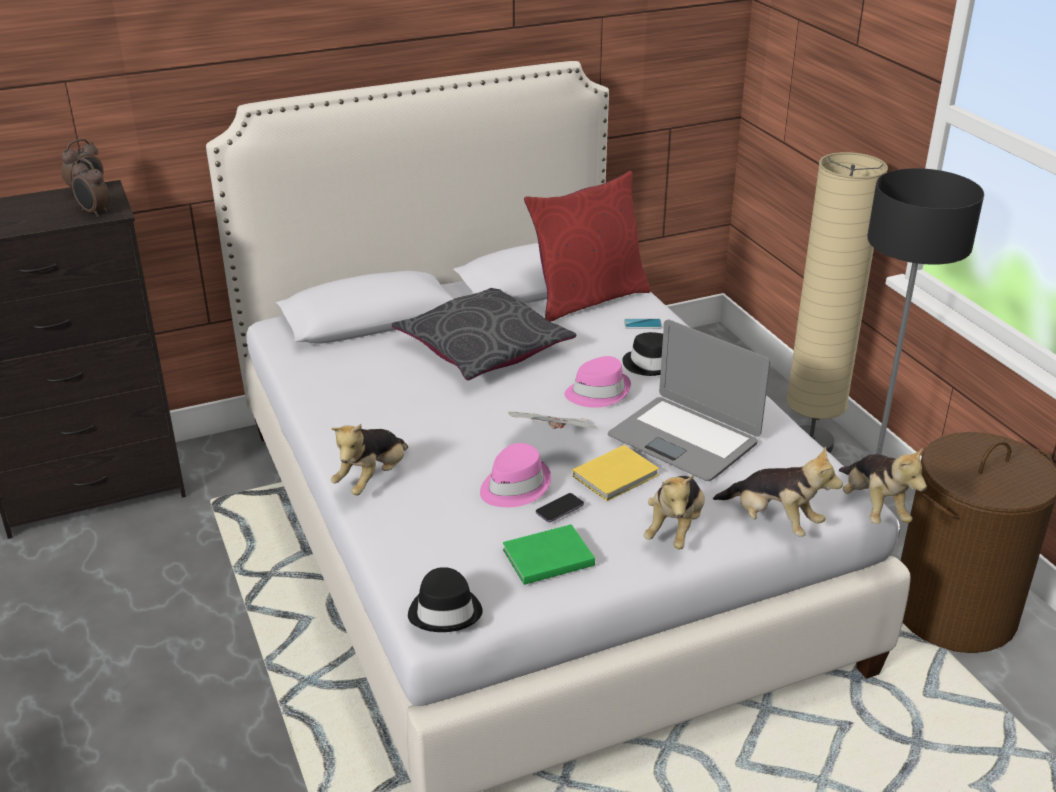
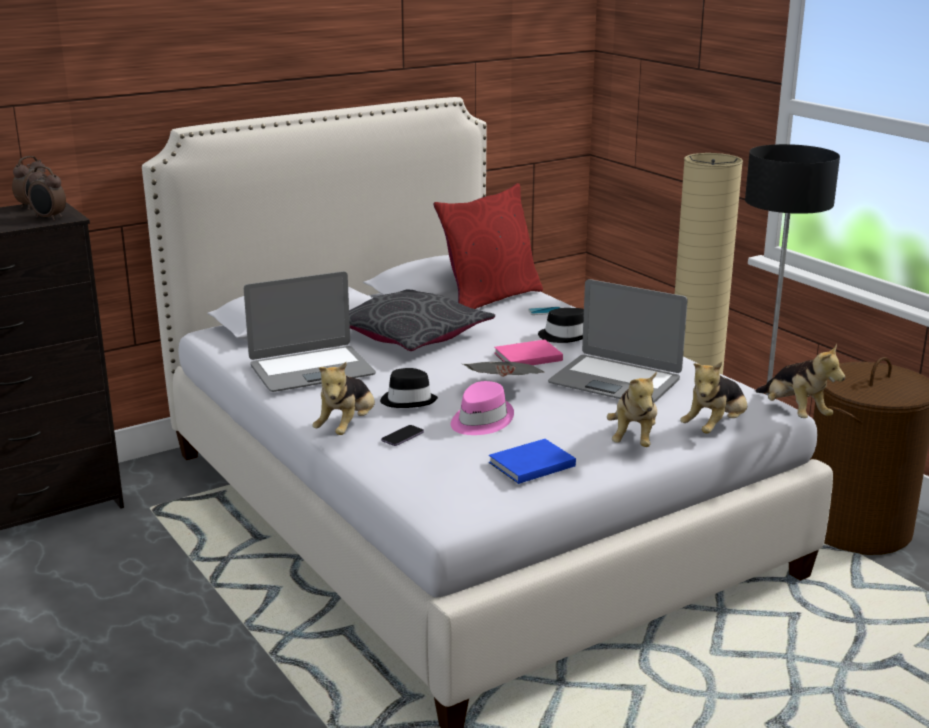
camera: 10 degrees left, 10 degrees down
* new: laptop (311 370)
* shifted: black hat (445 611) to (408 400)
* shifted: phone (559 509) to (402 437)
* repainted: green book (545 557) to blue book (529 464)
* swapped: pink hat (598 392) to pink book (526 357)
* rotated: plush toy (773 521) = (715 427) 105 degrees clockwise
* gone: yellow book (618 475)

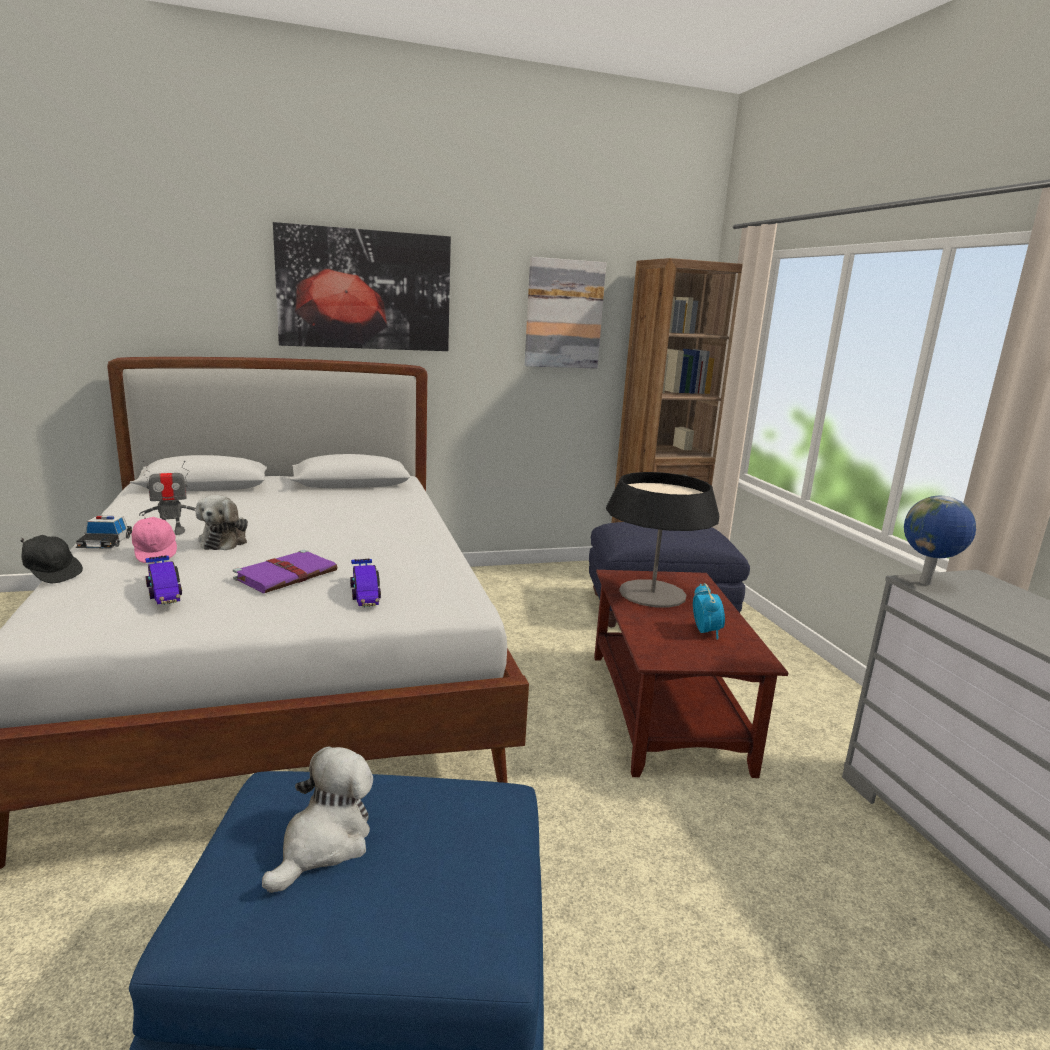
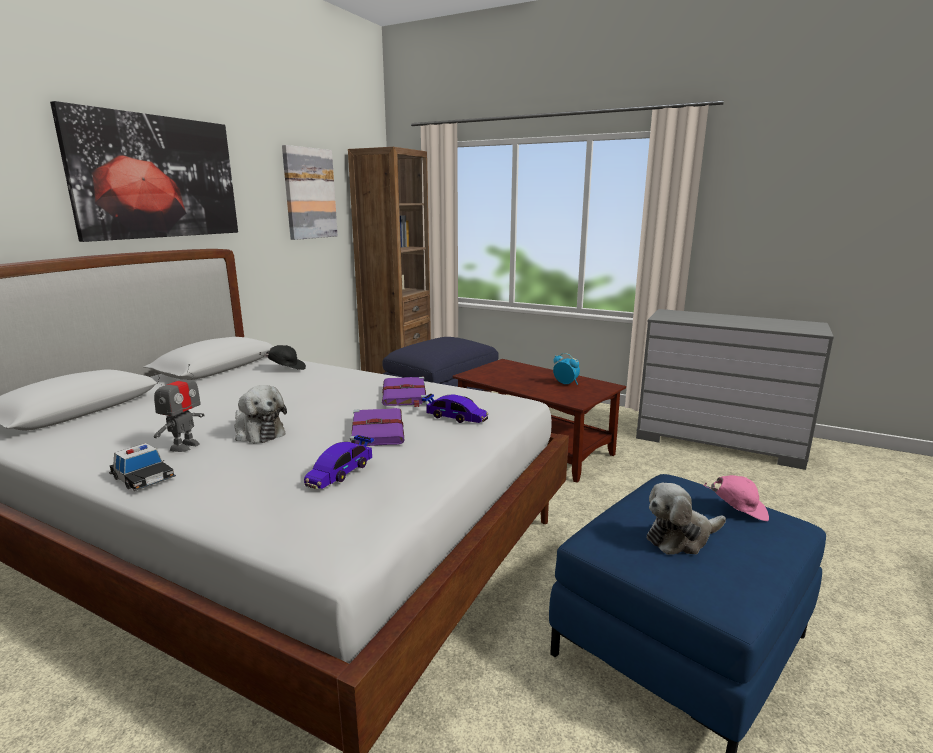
camera: 45 degrees left, 0 degrees up
* shifted: black cap (52 573) to (286 368)
* rotated: toy car (164 591) = (341 472) 105 degrees clockwise
* new: purple book (404 394)
* rotated: plush toy (324 843) = (680 538) 90 degrees counterclockwise
* shifted: pink cap (155 553) to (737 510)
* gone: table lamp (652 593)
* gone: globe (926 583)

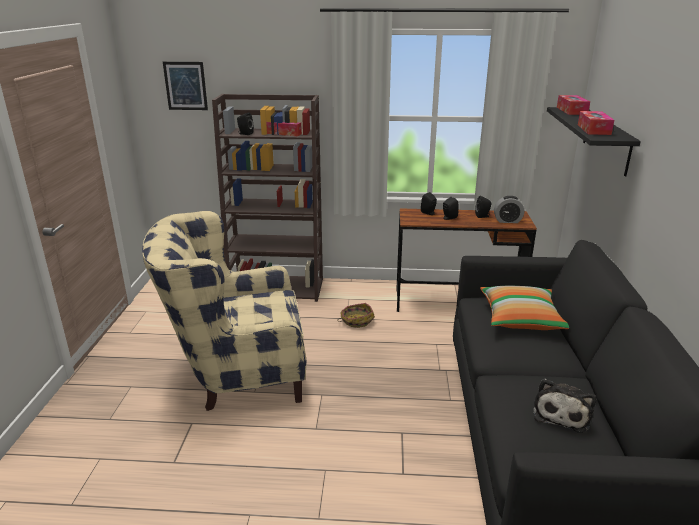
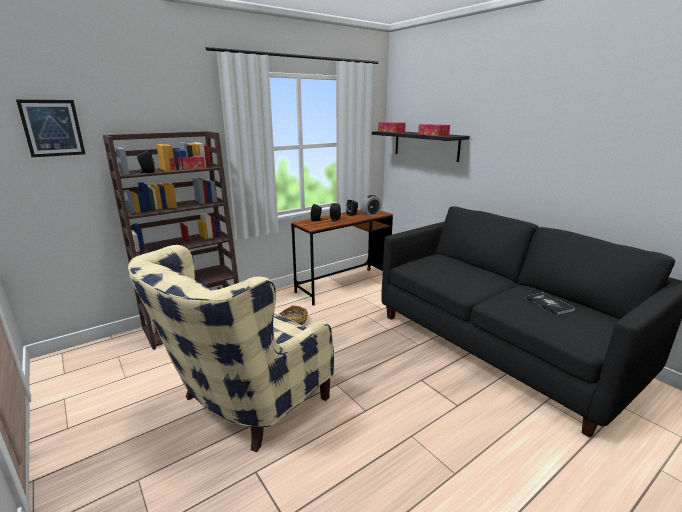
camera: 40 degrees left, 5 degrees down
* swapped: plush toy (562 413) to book (549 304)
* gone: pillow (521 319)

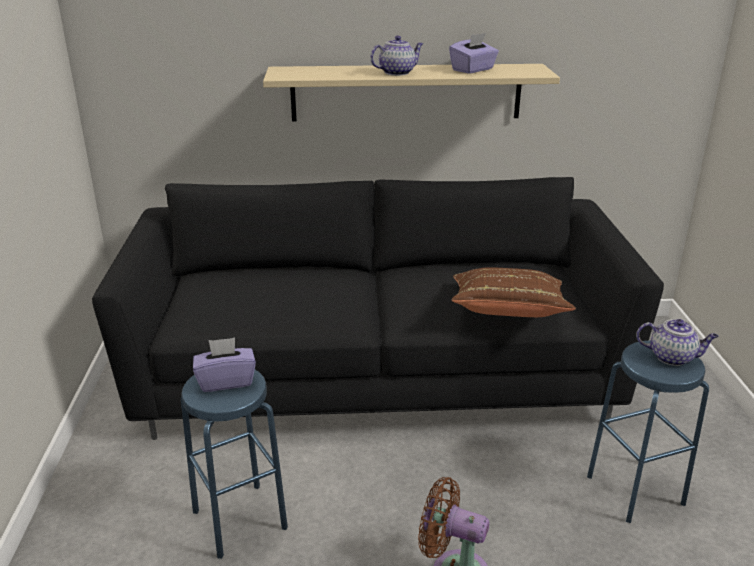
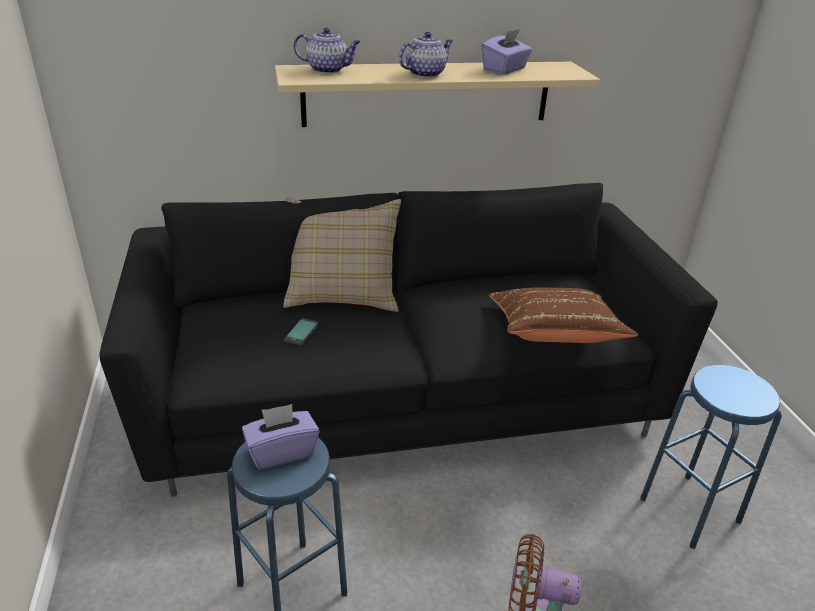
camera: 10 degrees left, 5 degrees up
* new: beige pillow (343 294)
* new: phone (301 332)
* shifted: teapot (672 357) to (328 70)

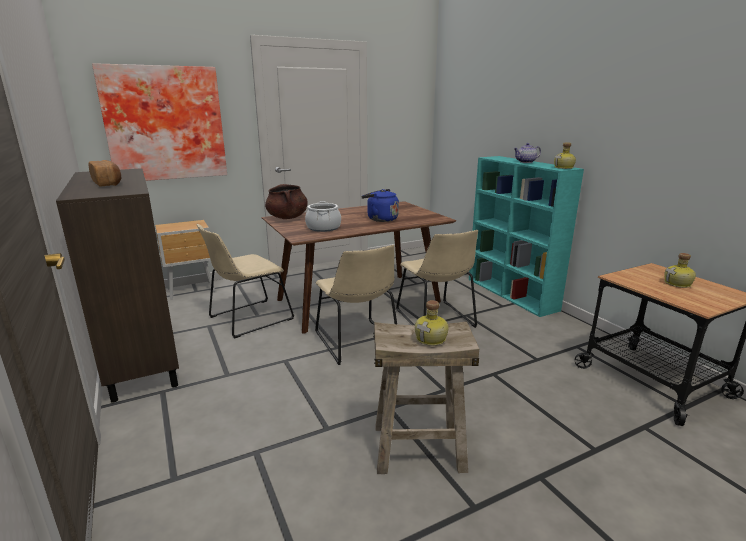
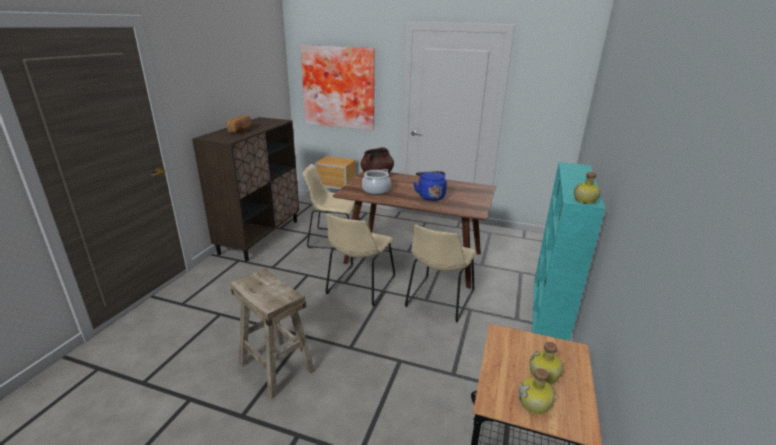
camera: 45 degrees right, 5 degrees up
* shifted: bottle (432 339) to (535 403)
* gone: teapot (526 162)

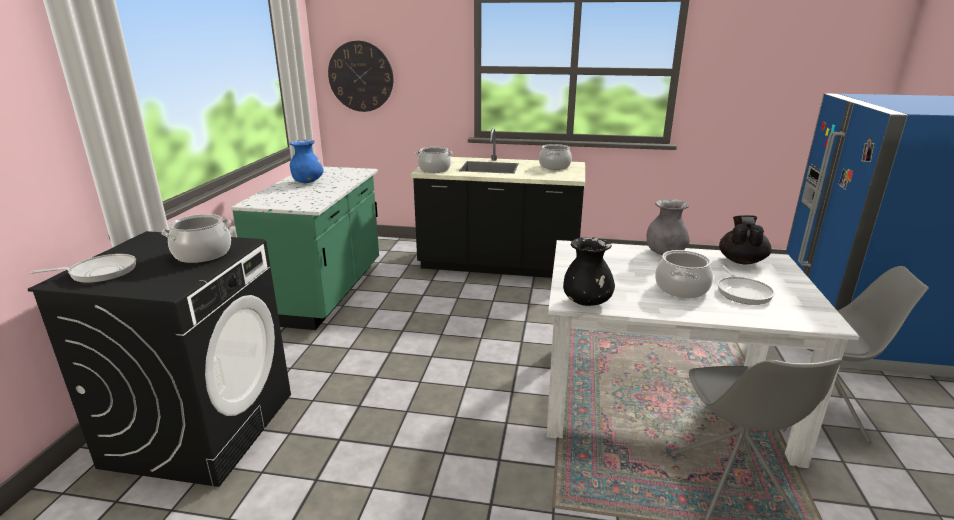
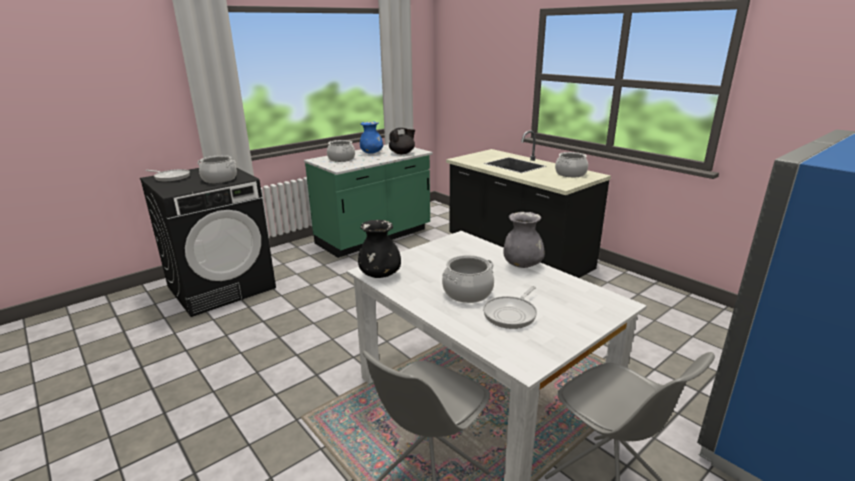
camera: 40 degrees right, 0 degrees up
* shifted: cooking pot (434 169) to (341 159)
* shifted: black teapot (741 260) to (402 153)
* gone: wall clock (360 76)

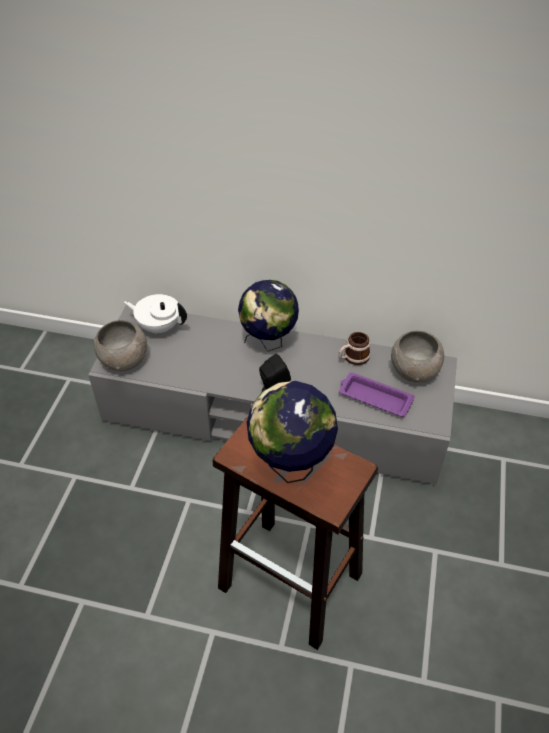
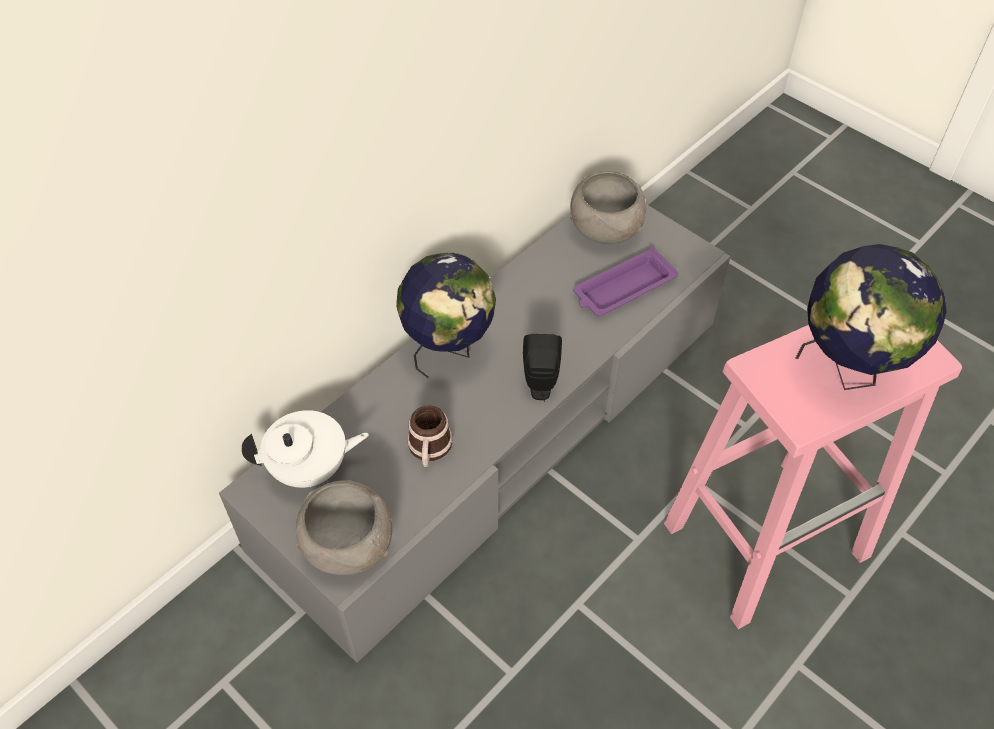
camera: 60 degrees left, 5 degrees up
* rotated: white teapot (159 326) = (310 469) 150 degrees counterclockwise
* shifted: mug (353 358) to (429 449)
* repainted: brown stool (292 581) to pink stool (768 538)

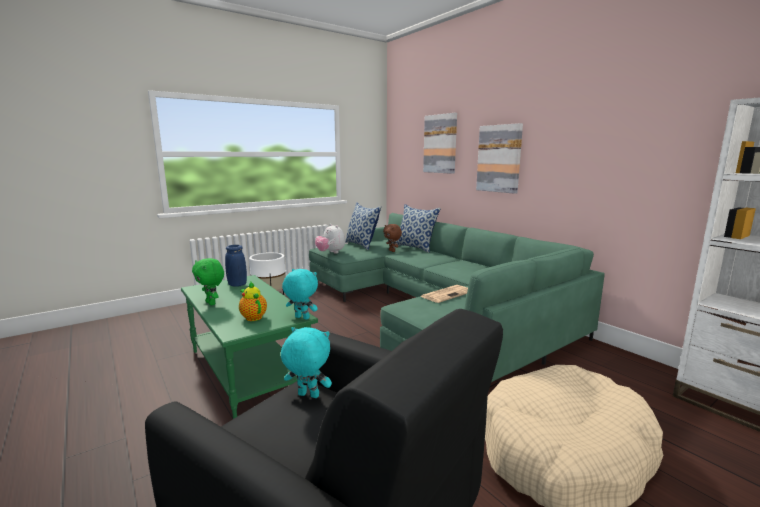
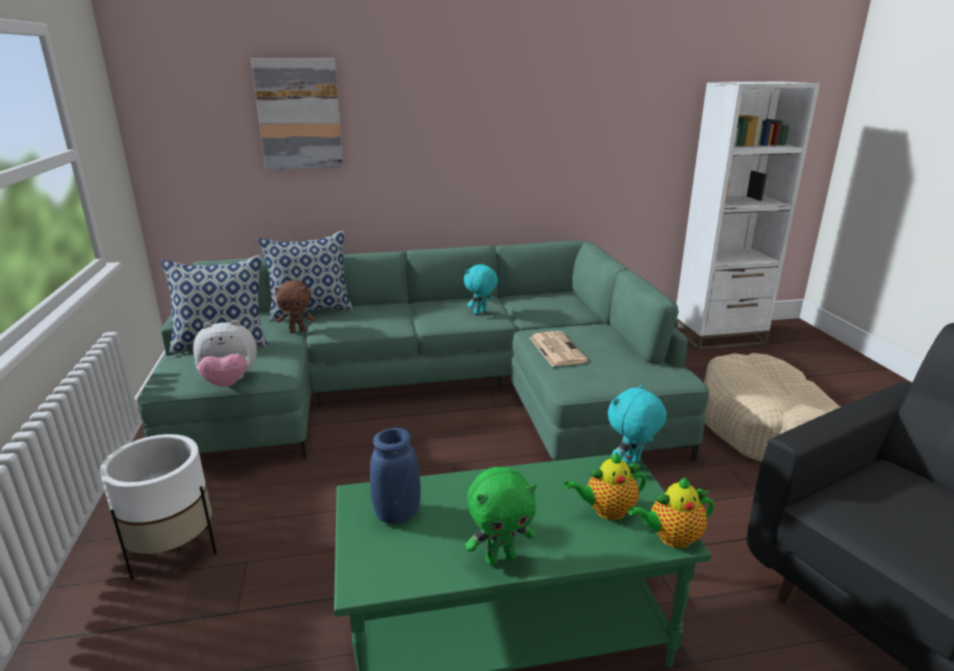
camera: 65 degrees left, 10 degrees up
* shifted: turquoise plush toy (307 396) to (480 312)
* new: teapot (671 538)
* gone: picture (499 158)

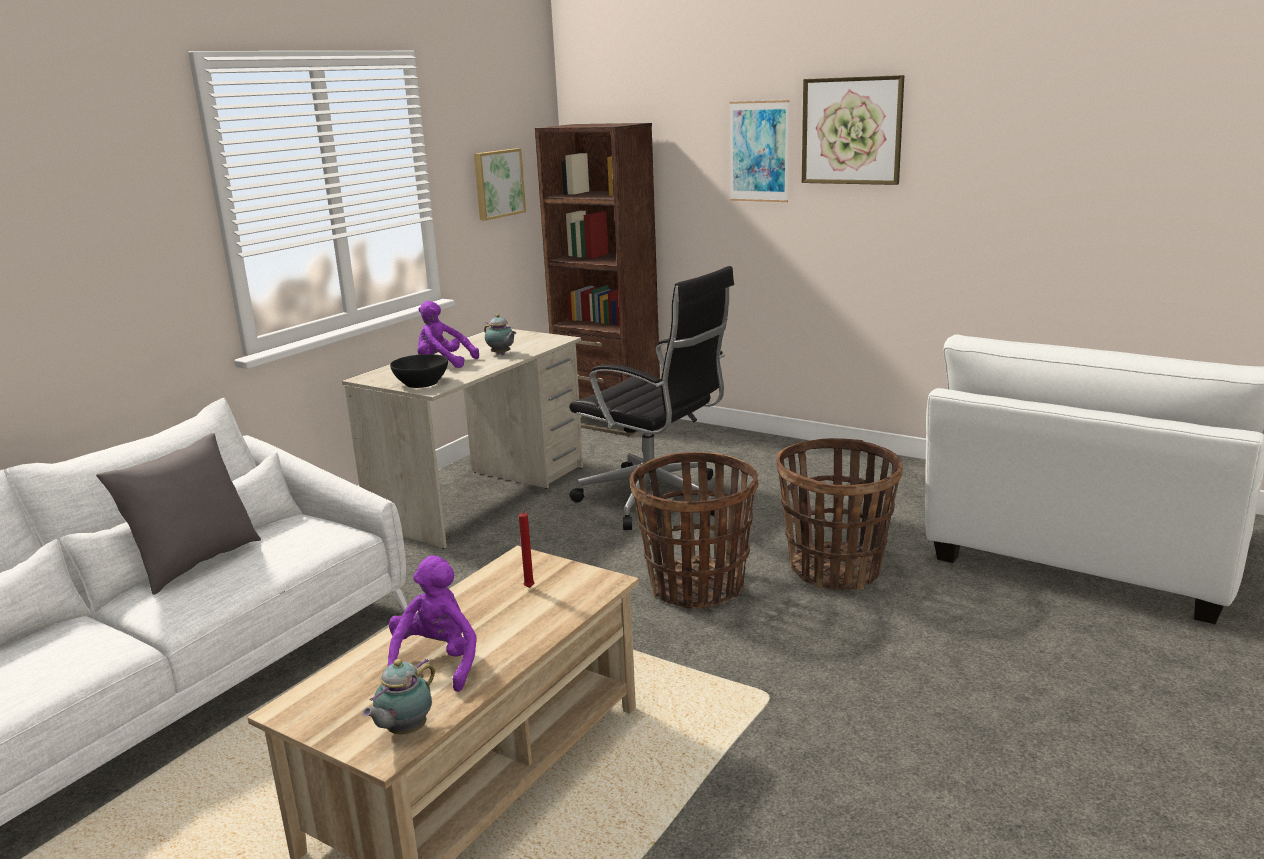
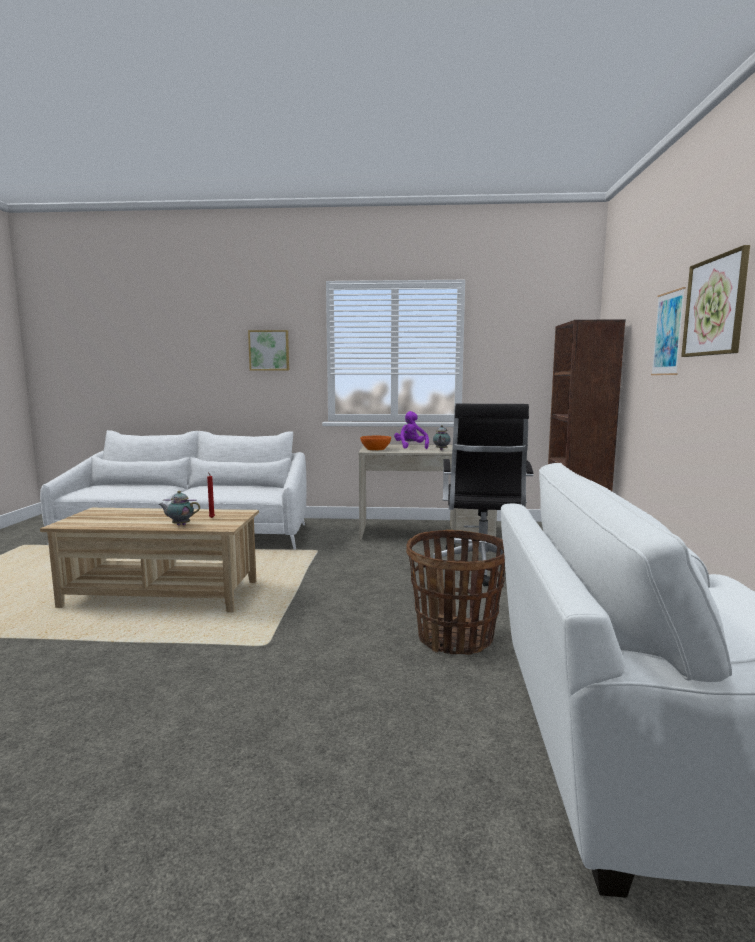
camera: 60 degrees right, 10 degrees down
* shifted: teapot (404 731) to (180 525)
* shifted: picture (497 183) to (269 350)
* repainted: black bowl (421 383) to orange bowl (376 449)
* gone: grey pillow (195 563)
* gone: purple plush toy (436 663)
* gone: basket (696 587)

